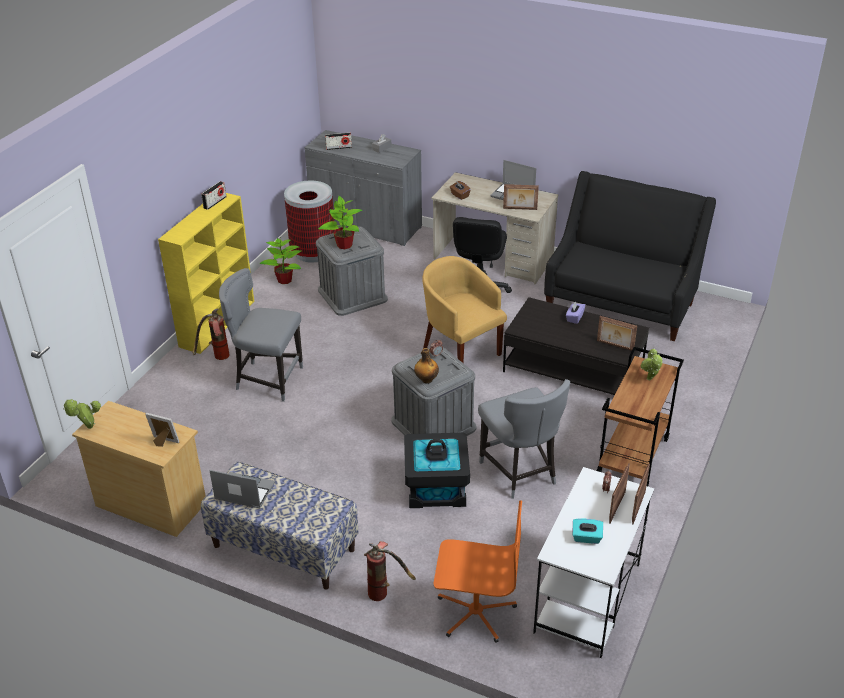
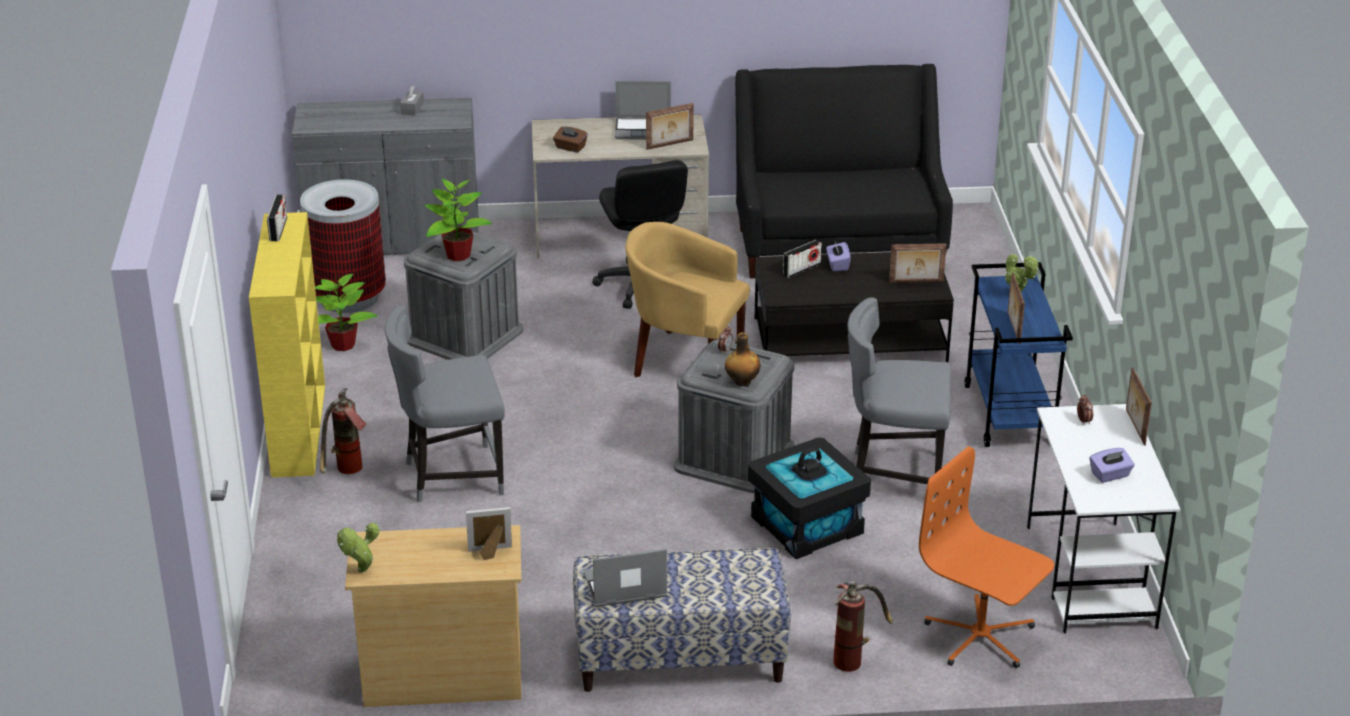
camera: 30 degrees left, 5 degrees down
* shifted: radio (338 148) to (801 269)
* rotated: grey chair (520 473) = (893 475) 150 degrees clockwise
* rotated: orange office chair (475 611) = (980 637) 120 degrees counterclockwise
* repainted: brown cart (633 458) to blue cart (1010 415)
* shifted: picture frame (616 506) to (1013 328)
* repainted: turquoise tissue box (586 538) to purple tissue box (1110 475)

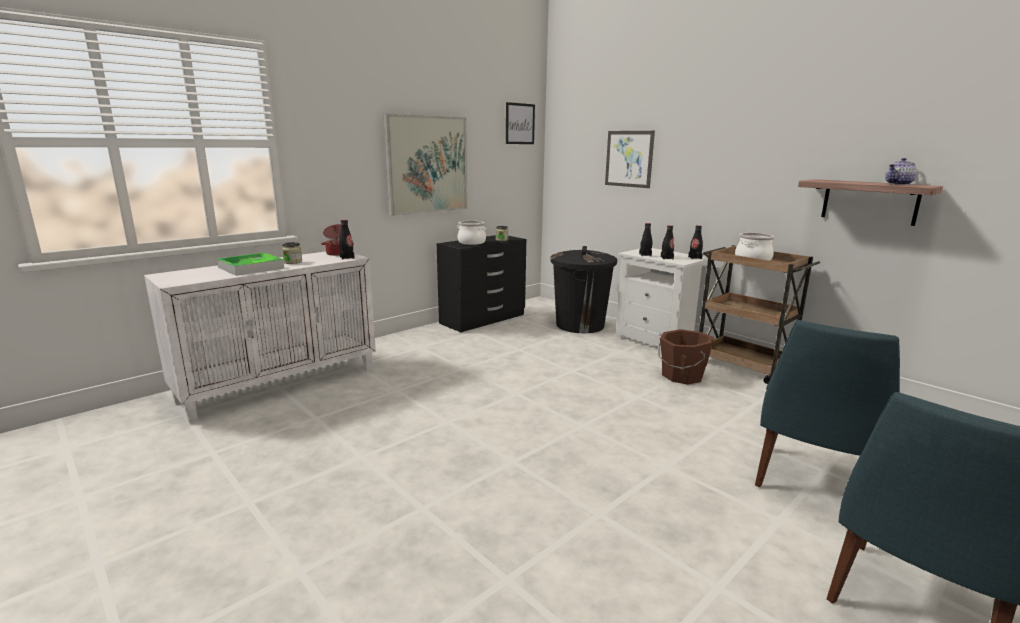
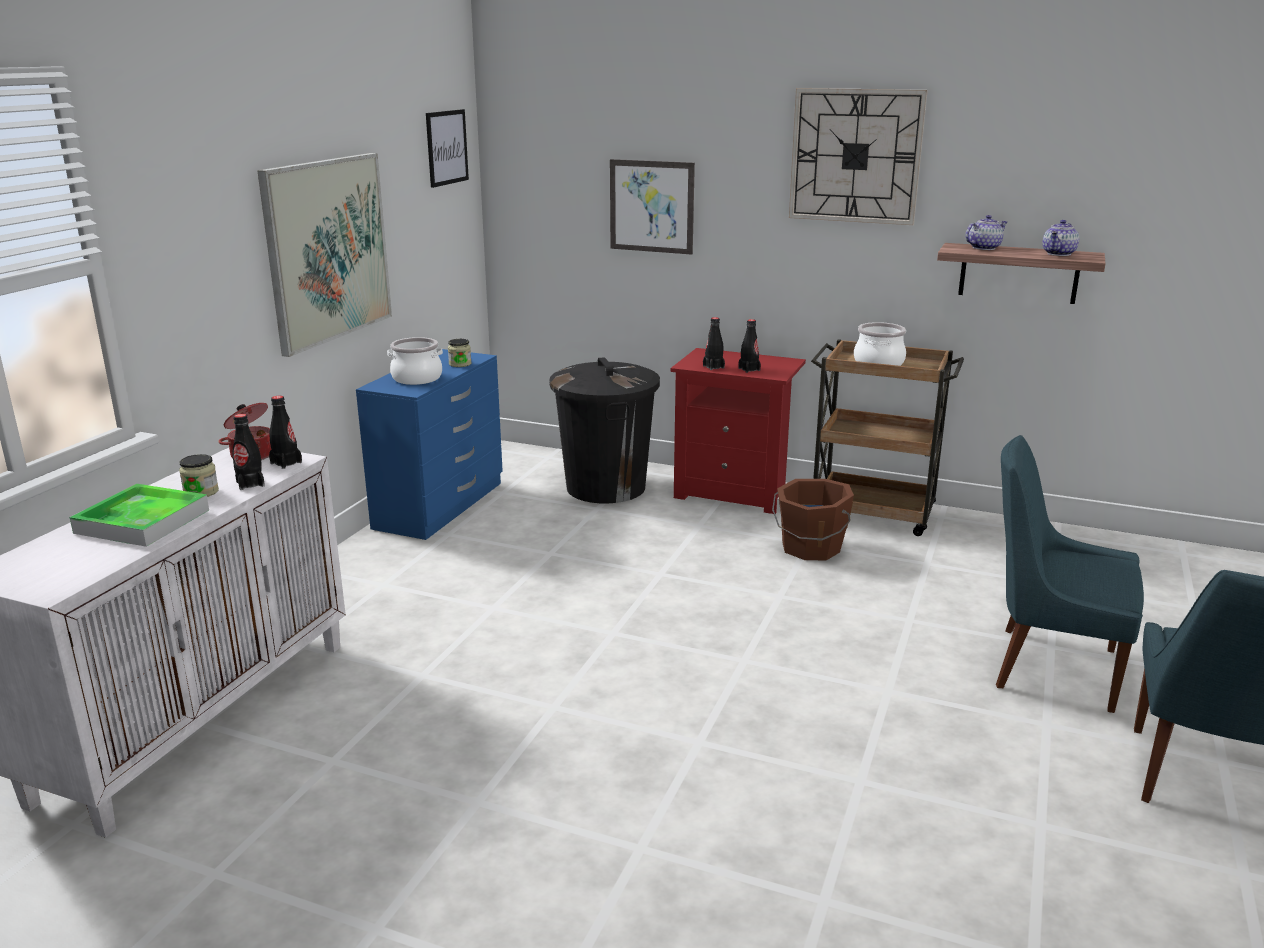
camera: 25 degrees left, 5 degrees up
* shifted: black bottle (695 258) to (250 484)
* repainted: black dresser (483 319) to blue dresser (441 505)
* repainted: white nightstand (656 340) to red nightstand (735 492)
* new: wall clock (855 156)
* new: teapot (983 248)
* rotated: blue chair (811 483) = (1049 667) 105 degrees clockwise

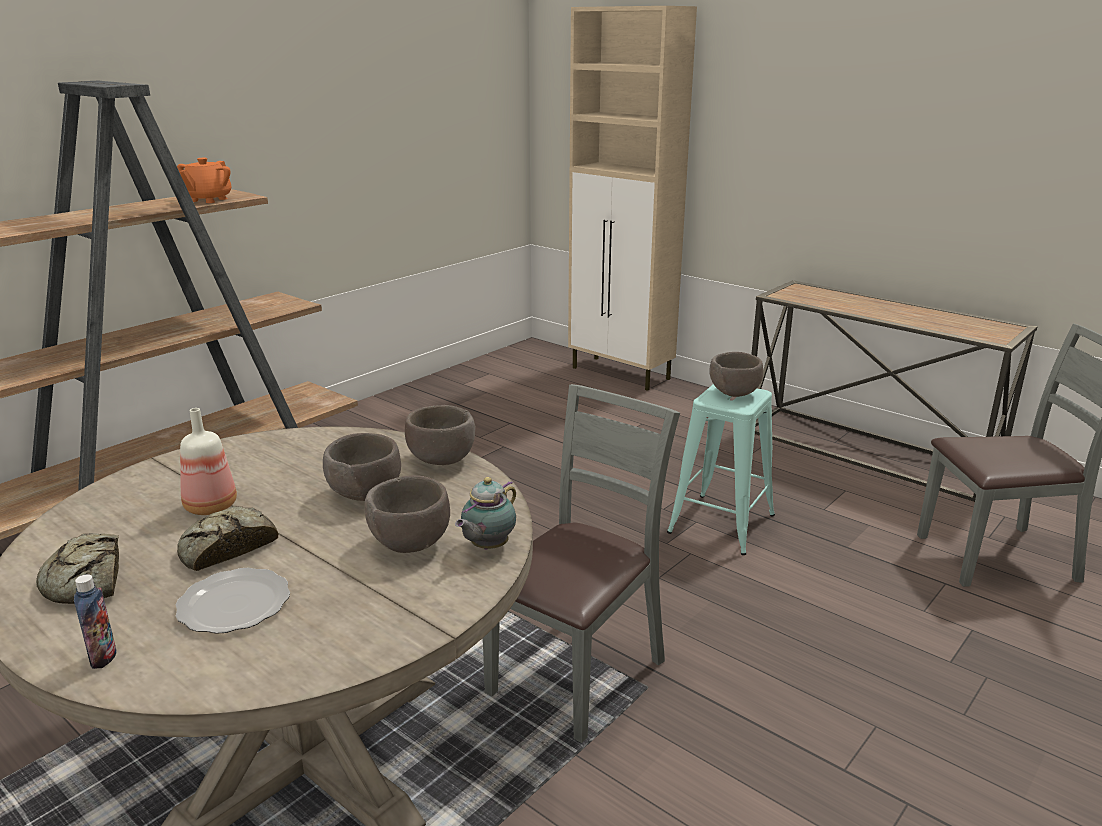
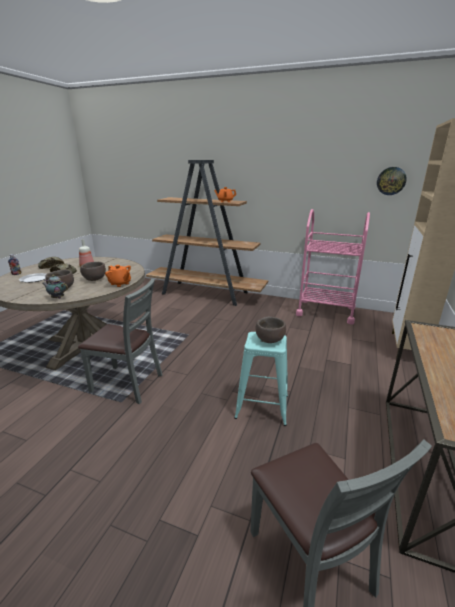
camera: 70 degrees right, 0 degrees up
* swapped: brown bowl (442 460) to orange teapot (120 284)
* new: pink cart (325 311)
* new: wall clock (391 181)

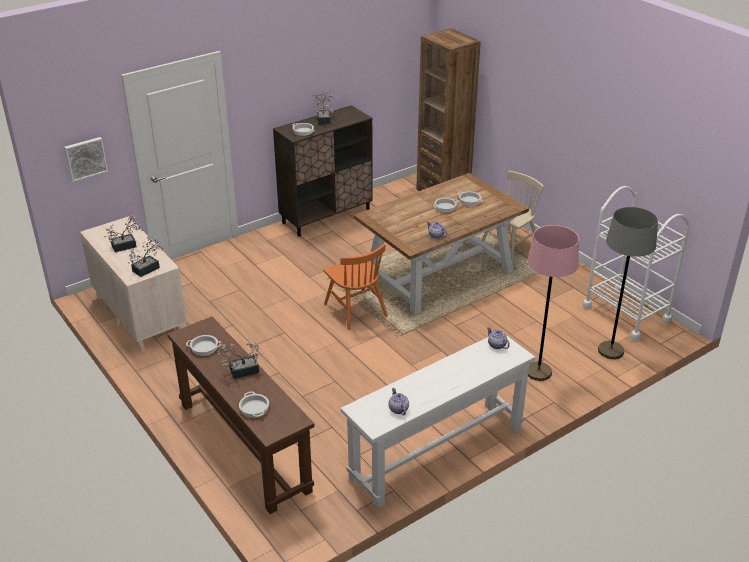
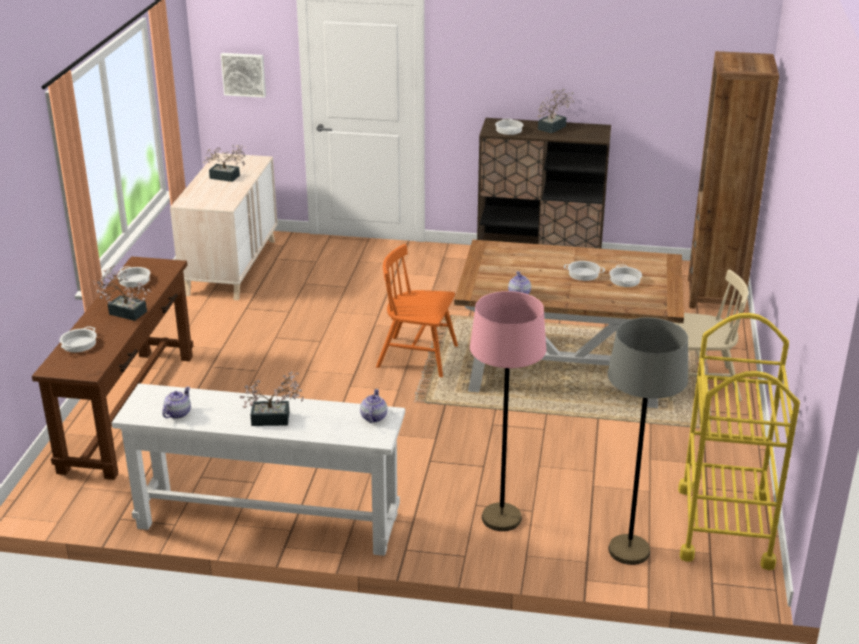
camera: 45 degrees right, 5 degrees down
* shifted: potted plant (148 268) to (275 419)
* rotated: orange chair (355 310) = (418 357) 90 degrees clockwise
* repainted: white cart (626 314) to yellow cart (724 527)

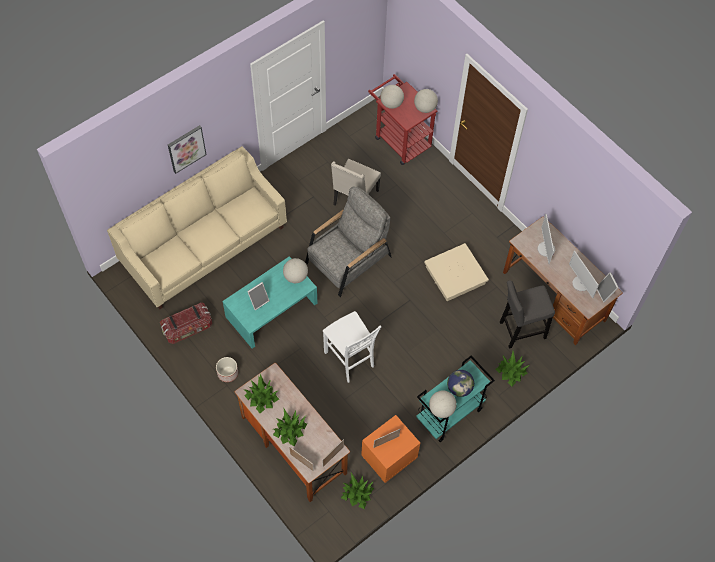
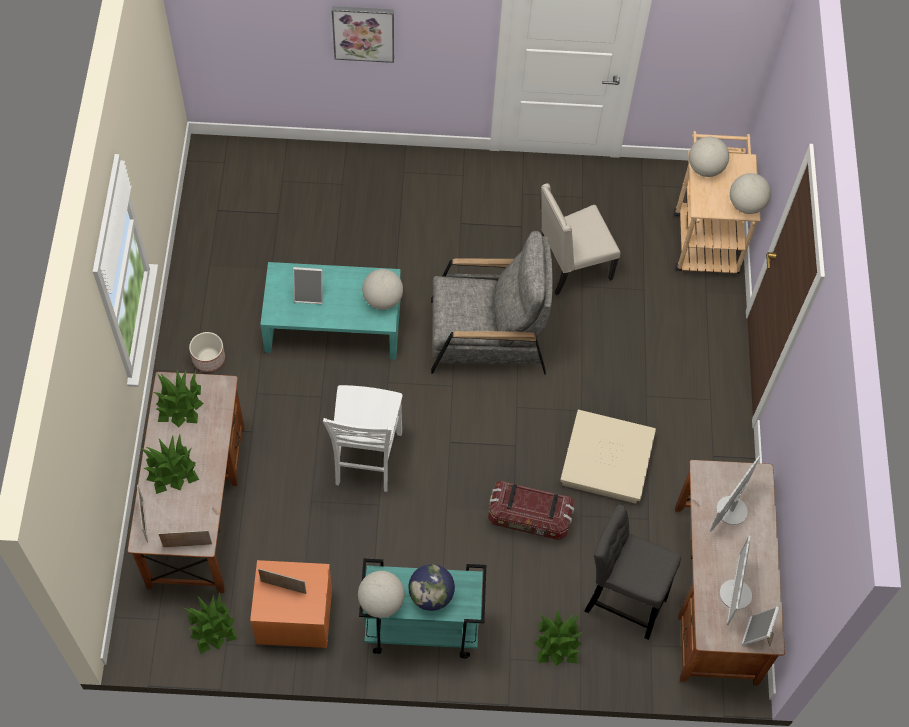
camera: 40 degrees right, 0 degrees up
* shifted: storage box (188 328) to (529 518)
* repainted: red cart (399 139) to beige cart (705 235)
* gone: beige sofa (204 245)

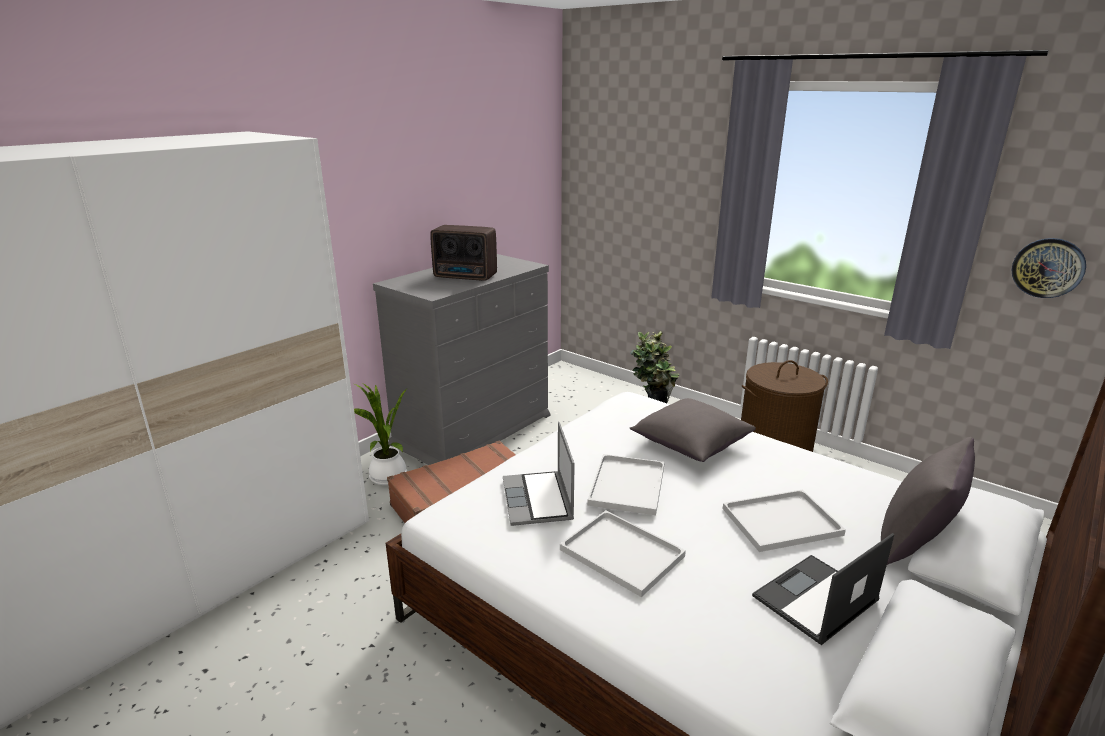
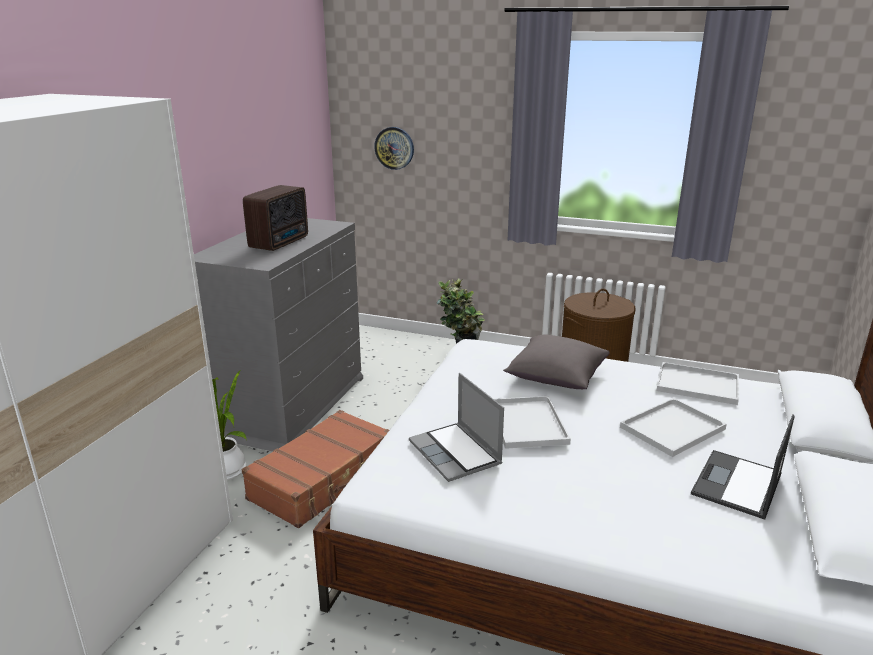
camera: 20 degrees left, 0 degrees up
* rotated: radio (466 277) = (281 242) 60 degrees counterclockwise
* shifted: wall clock (1048 268) to (394 148)
* shifted: white tray (619 552) to (695 385)
* gone: grey pillow (915 545)

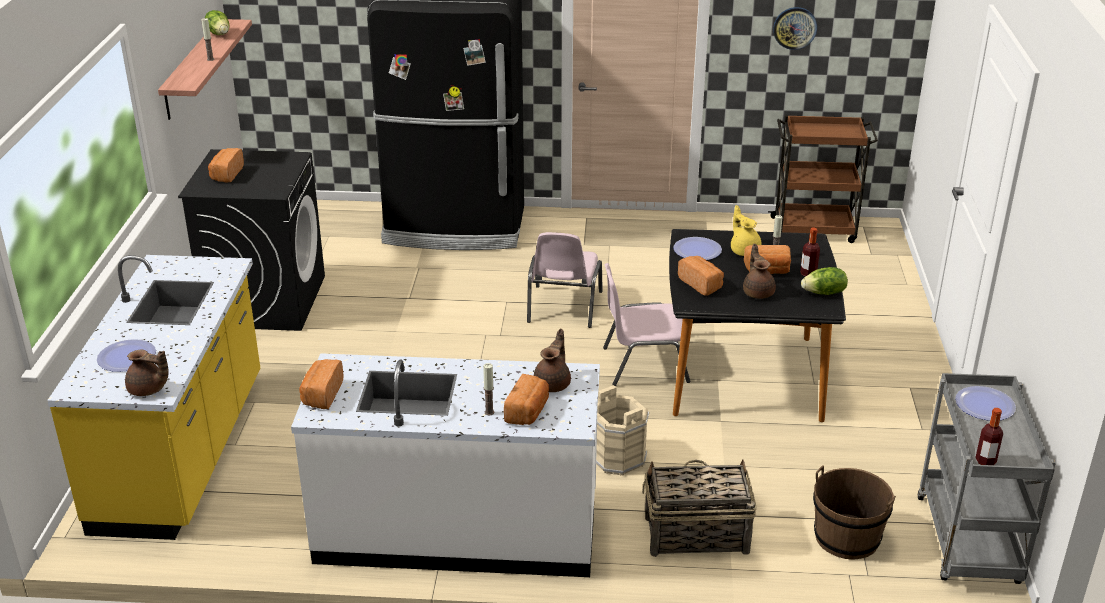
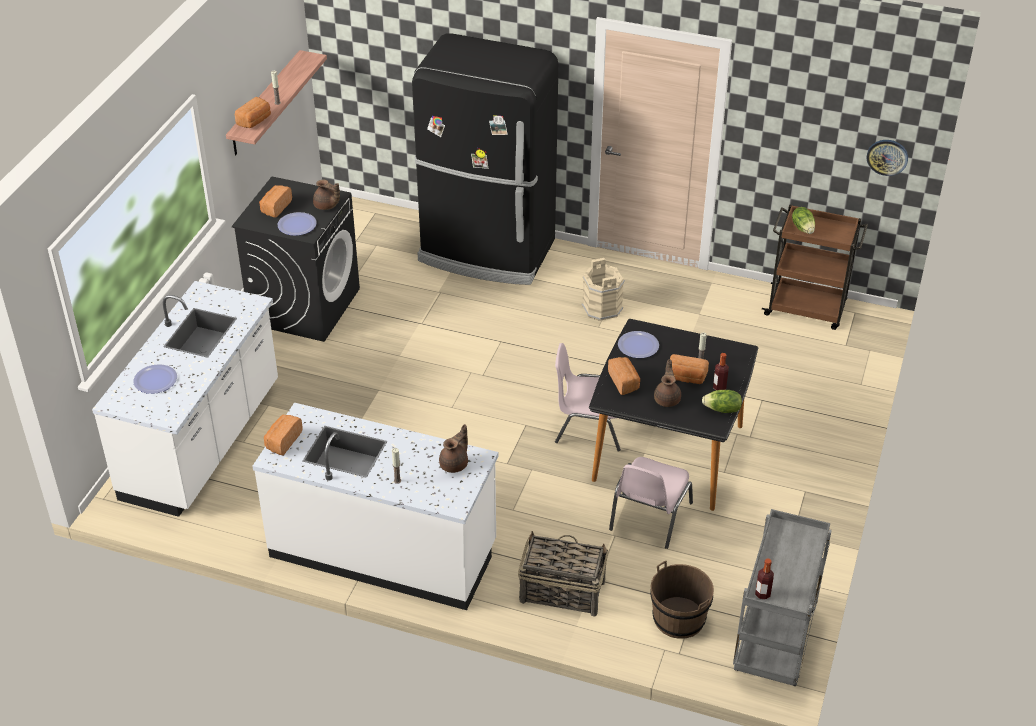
camera: 15 degrees right, 10 degrees up
* repainted: yellow counter (183 453) to white counter (203 442)
* shifted: bread (528 412) to (255 121)
* shifted: plate (985 405) to (297 225)
* shifted: brown teapot (148 390) to (326 206)
* shifted: beige bucket (618 457) to (602 308)
* shifted: pink chair (563 307) to (649 517)
* shifted: lettuce (219 33) to (803 228)
* shifted: wall clock (795 28) to (887 157)
* gone: yellow teapot (744 250)

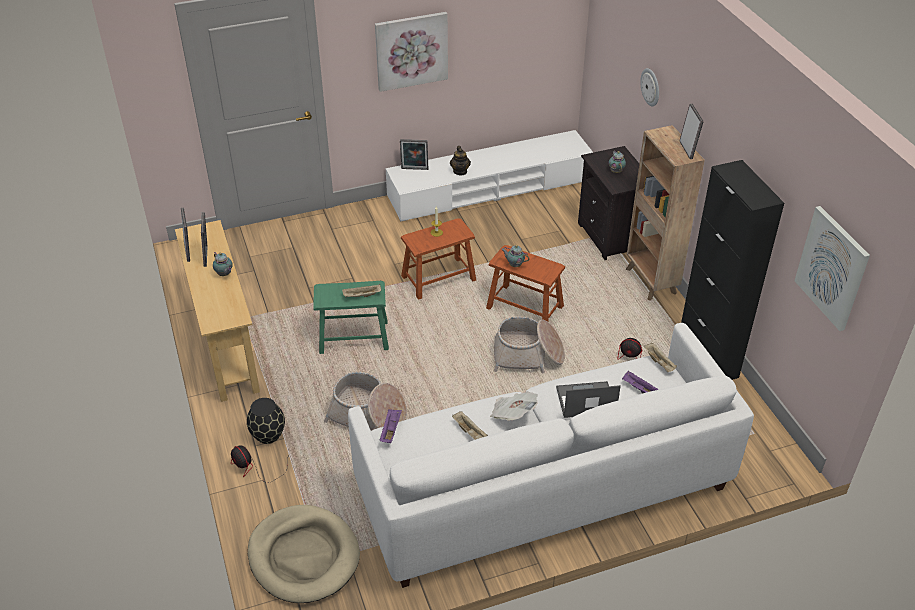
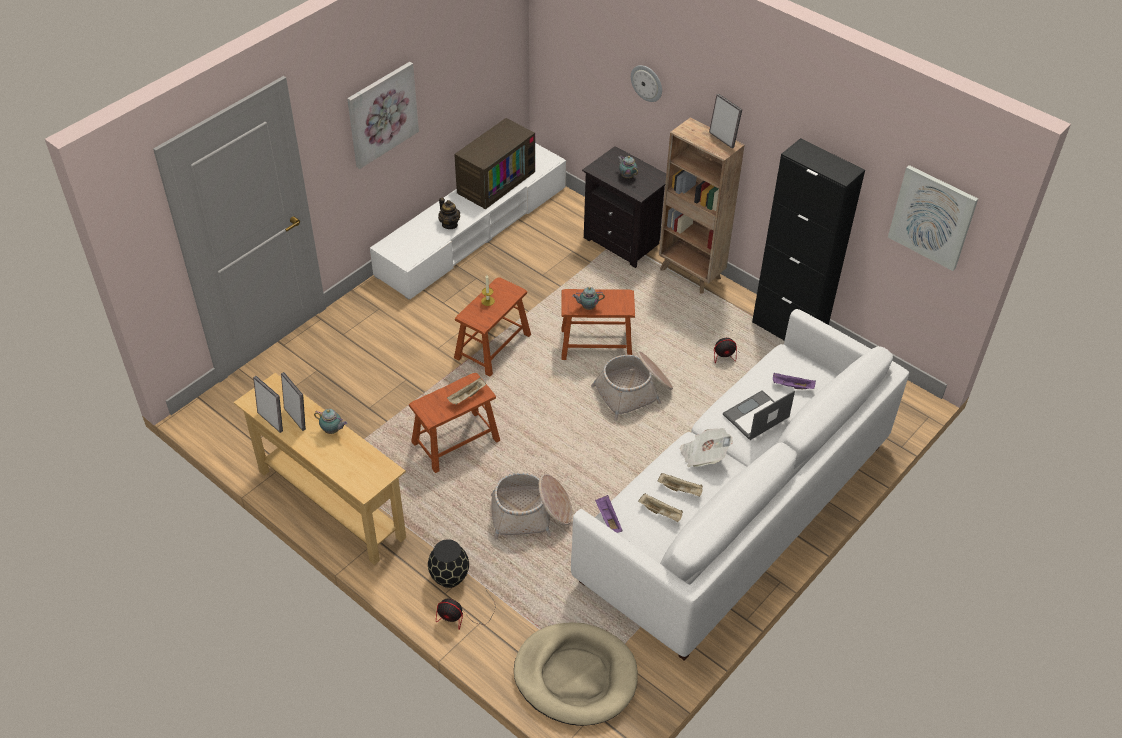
camera: 30 degrees left, 5 degrees up
* repainted: green stool (353 336) to brown stool (455 441)
* new: television (495 181)
* shifted: beige tray (659 362) to (661 512)
* gone: picture frame (414 169)

